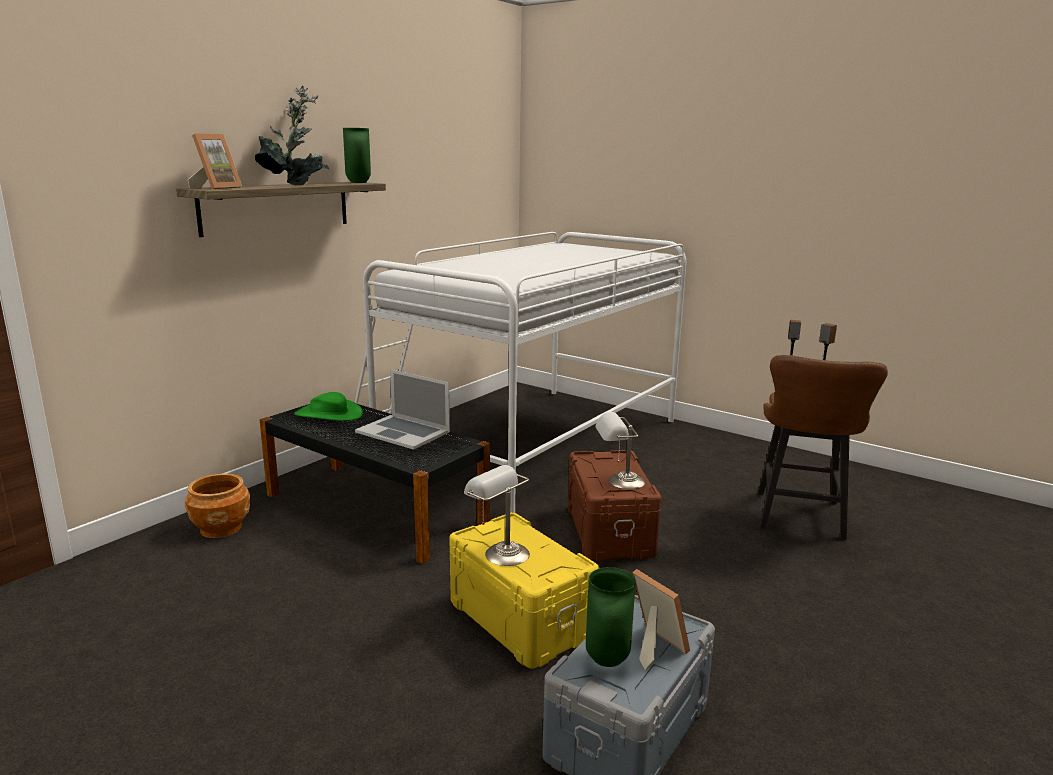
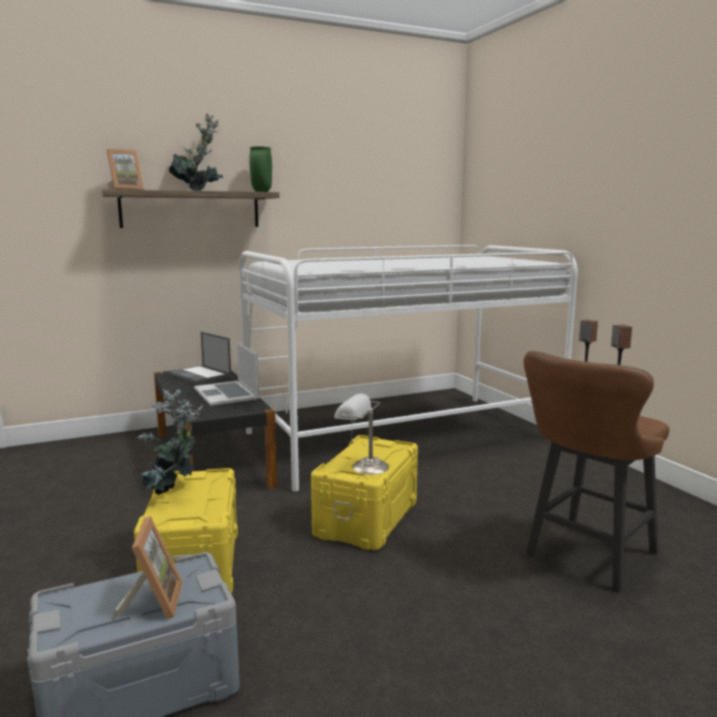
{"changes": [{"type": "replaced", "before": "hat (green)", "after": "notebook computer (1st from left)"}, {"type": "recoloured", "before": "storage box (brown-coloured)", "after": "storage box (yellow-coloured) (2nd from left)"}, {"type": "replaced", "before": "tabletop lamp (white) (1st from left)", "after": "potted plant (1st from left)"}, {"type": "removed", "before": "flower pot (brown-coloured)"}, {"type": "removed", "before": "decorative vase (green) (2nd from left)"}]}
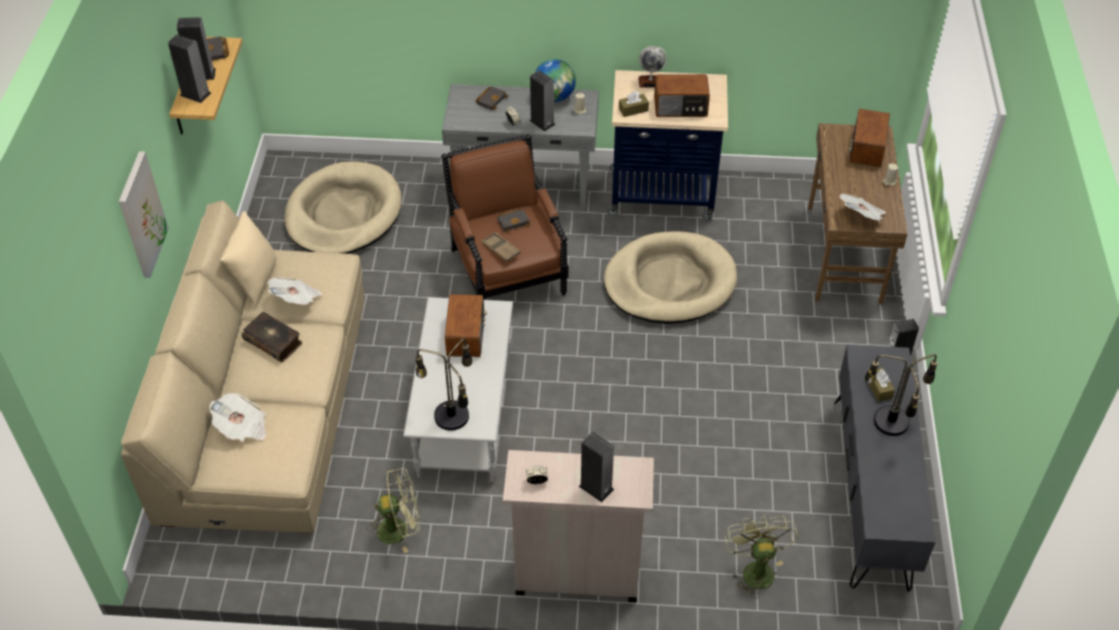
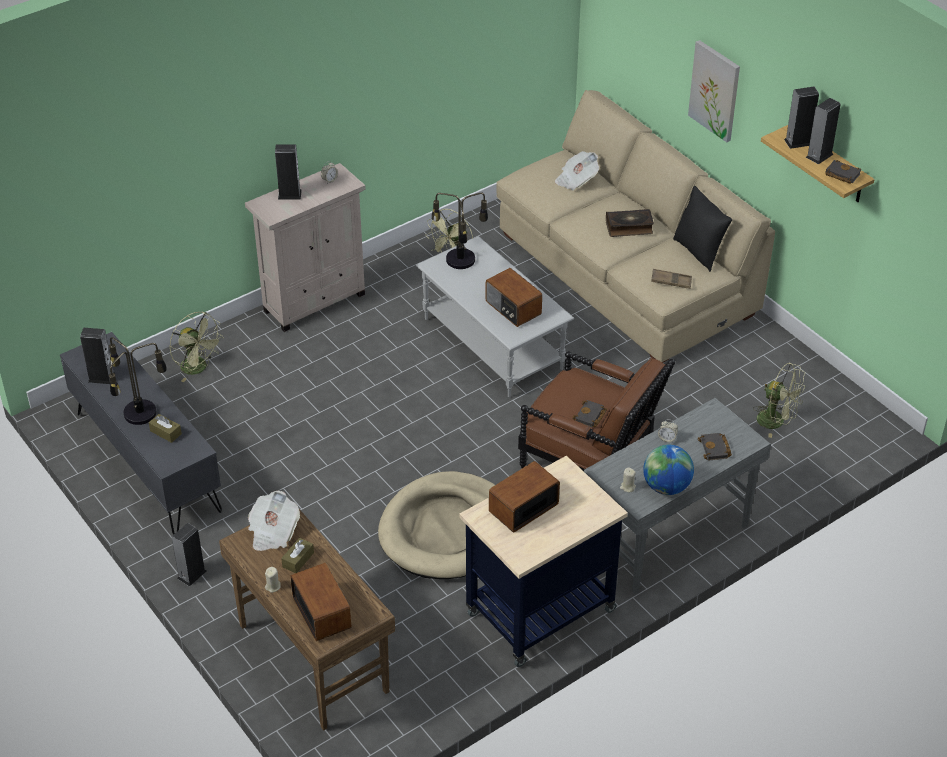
{"changes": [{"type": "removed", "before": "globe (2nd from left)"}, {"type": "moved", "before": "audio speaker (3rd from left in the first image)", "after": "audio speaker (1st from left)"}, {"type": "moved", "before": "box of tissues (brown-coloured) (1st from left in the first image)", "after": "box of tissues (brown-coloured) (2nd from left)"}, {"type": "replaced", "before": "dog bed (sand-coloured) (1st from left)", "after": "electric fan (green) (3rd from left)"}, {"type": "recoloured", "before": "throw pillow (sand-coloured)", "after": "throw pillow (black)"}, {"type": "moved", "before": "carrying tray (brown-coloured)"}, {"type": "removed", "before": "newspaper (2nd from left)"}]}
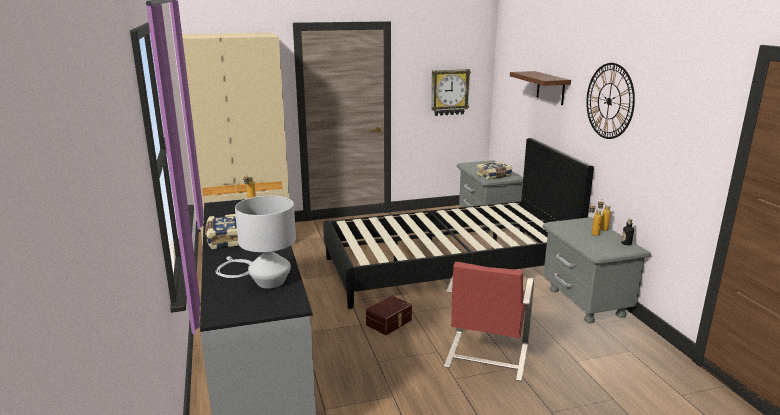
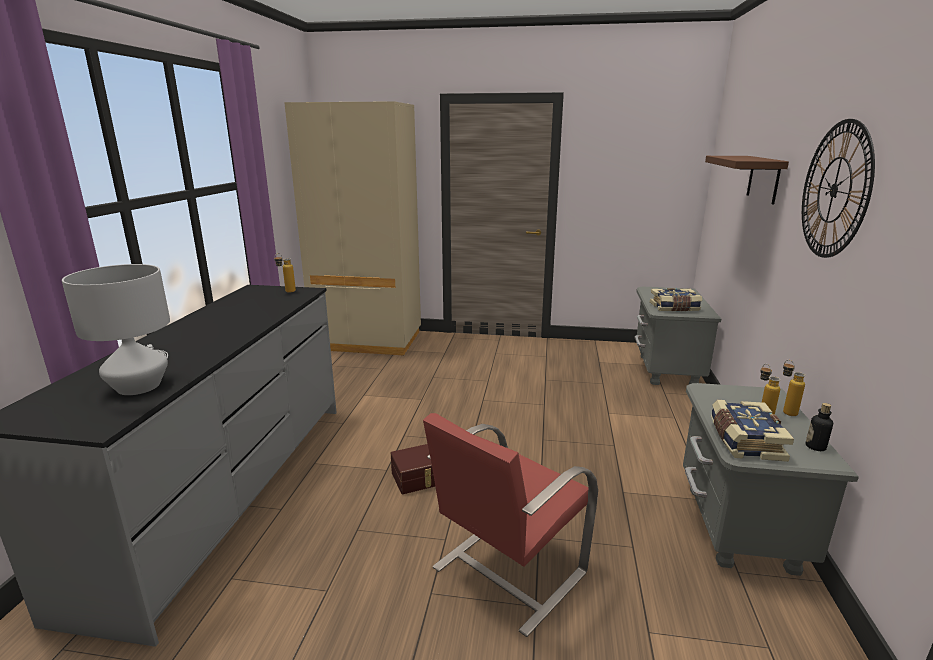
{"changes": [{"type": "removed", "before": "clock on the wall (1st from left)"}, {"type": "removed", "before": "sleeping bed (black)"}, {"type": "moved", "before": "book (1st from left in the first image)", "after": "book (2nd from left)"}]}
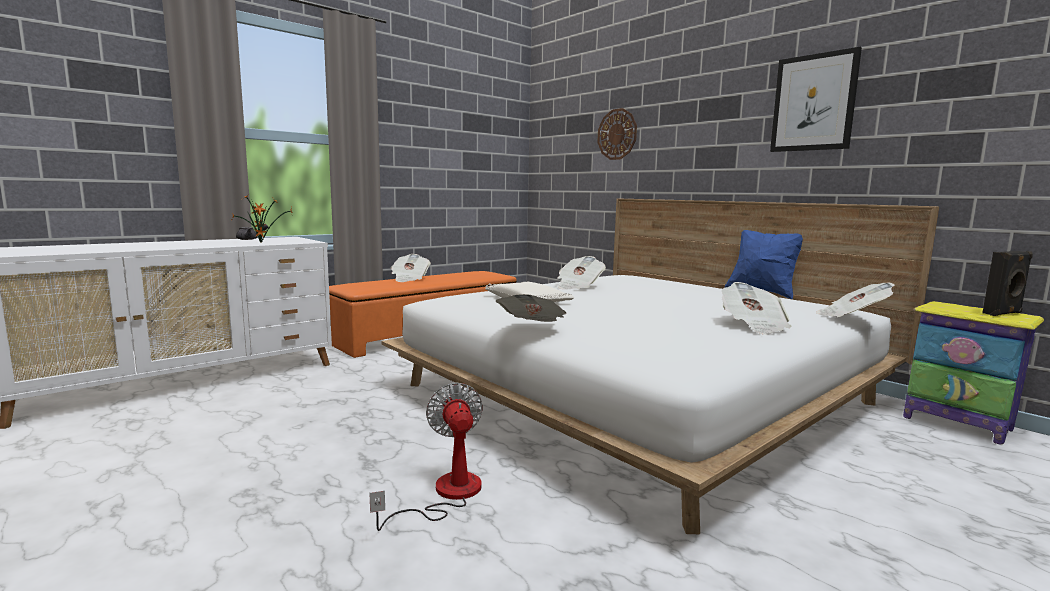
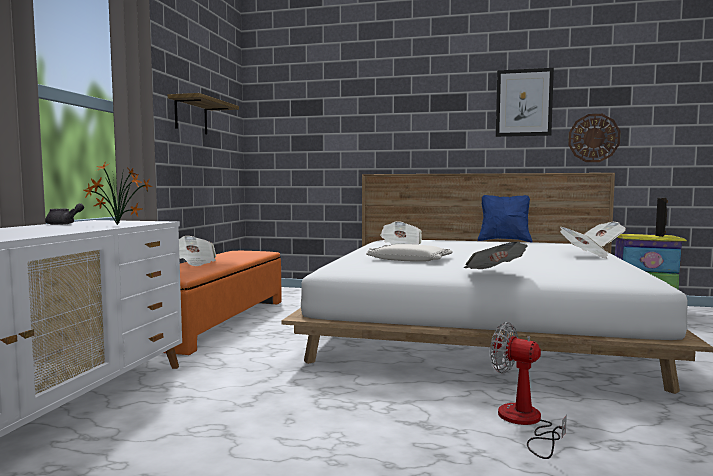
{"changes": [{"type": "moved", "before": "clock on the wall"}, {"type": "added", "after": "shelf"}]}
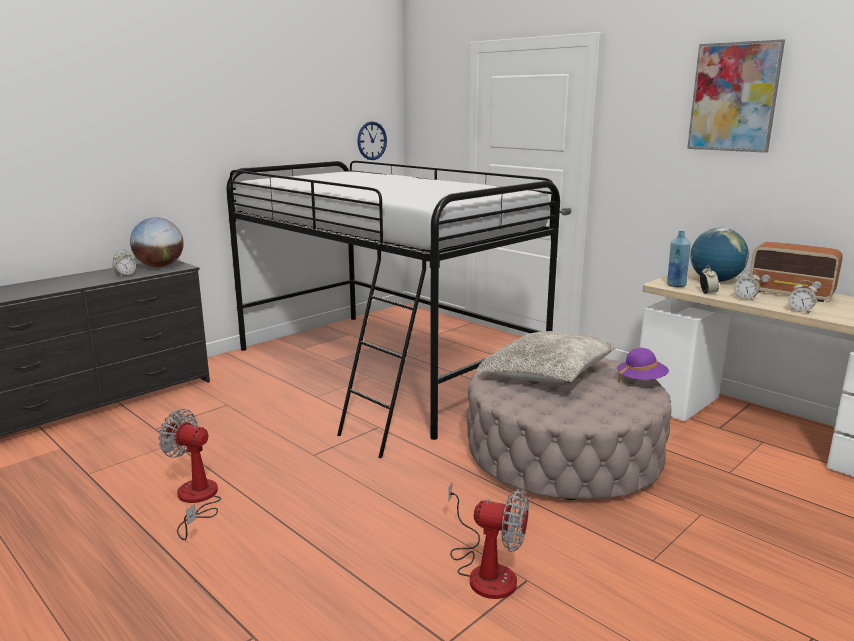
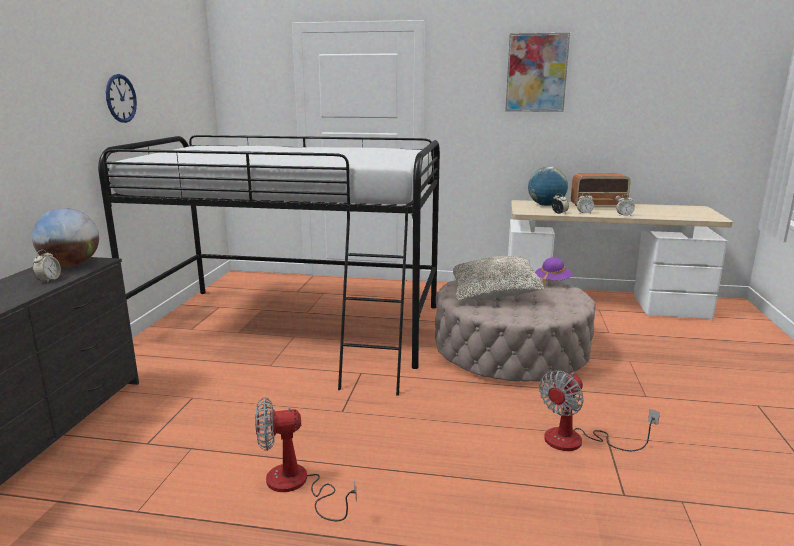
{"changes": [{"type": "moved", "before": "clock on the wall"}, {"type": "removed", "before": "drink bottle (blue-coloured)"}, {"type": "turned", "before": "electric fan (2nd from left)", "turn": 150}]}
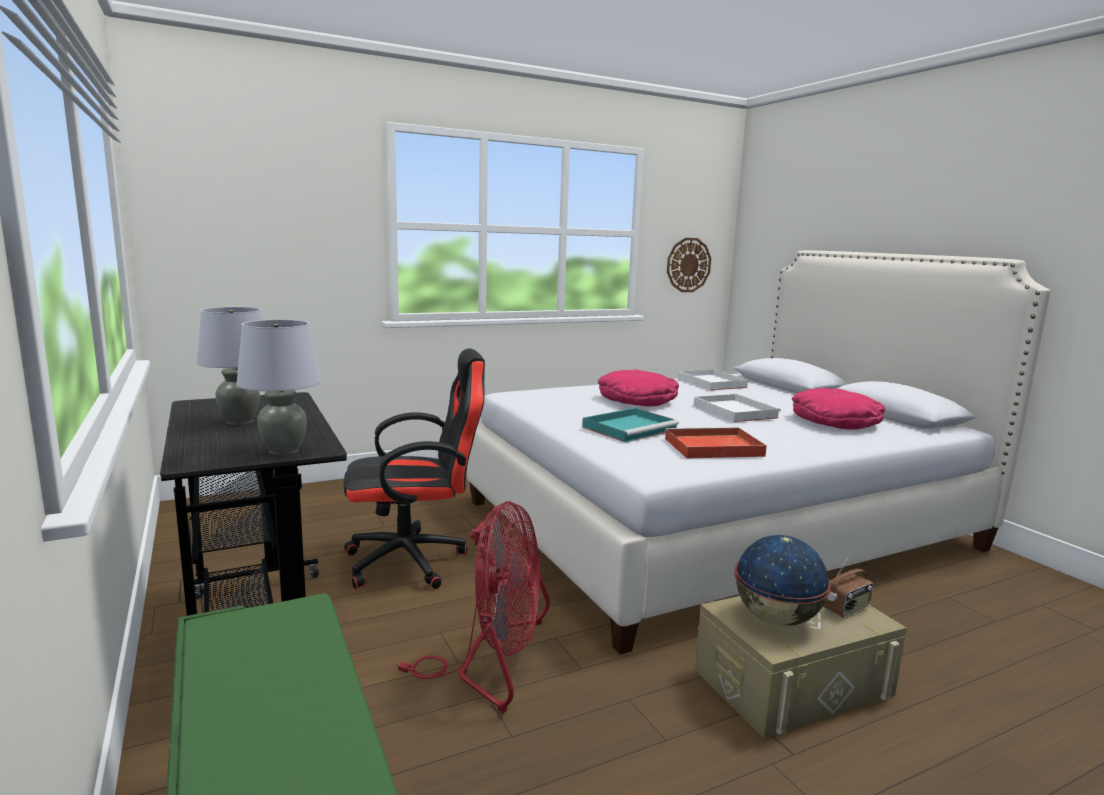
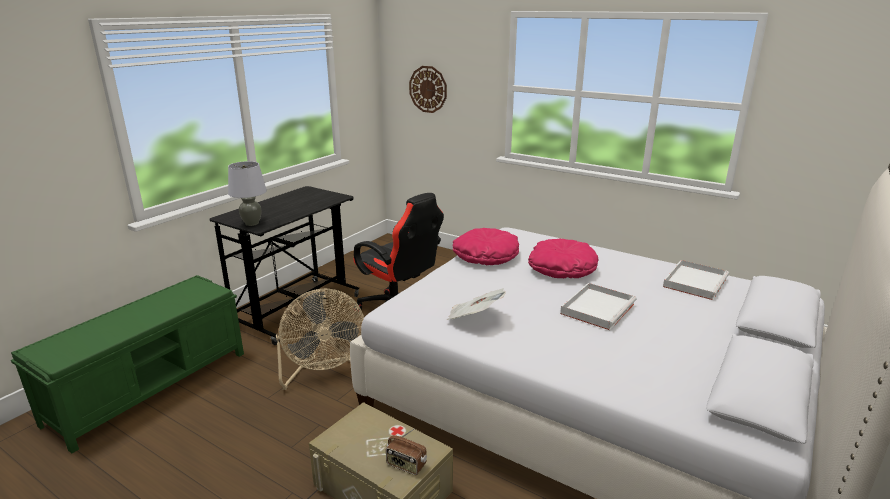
{"changes": [{"type": "moved", "before": "clock on the wall"}, {"type": "removed", "before": "tabletop lamp (greyish) (1st from left)"}, {"type": "moved", "before": "throw pillow (pink-coloured) (2nd from left in the first image)", "after": "throw pillow (pink-coloured) (1st from left)"}, {"type": "removed", "before": "carrying tray (blue-green)"}, {"type": "replaced", "before": "carrying tray (red)", "after": "newspaper"}, {"type": "recoloured", "before": "electric fan (red)", "after": "electric fan (sand-coloured)"}, {"type": "removed", "before": "globe"}]}
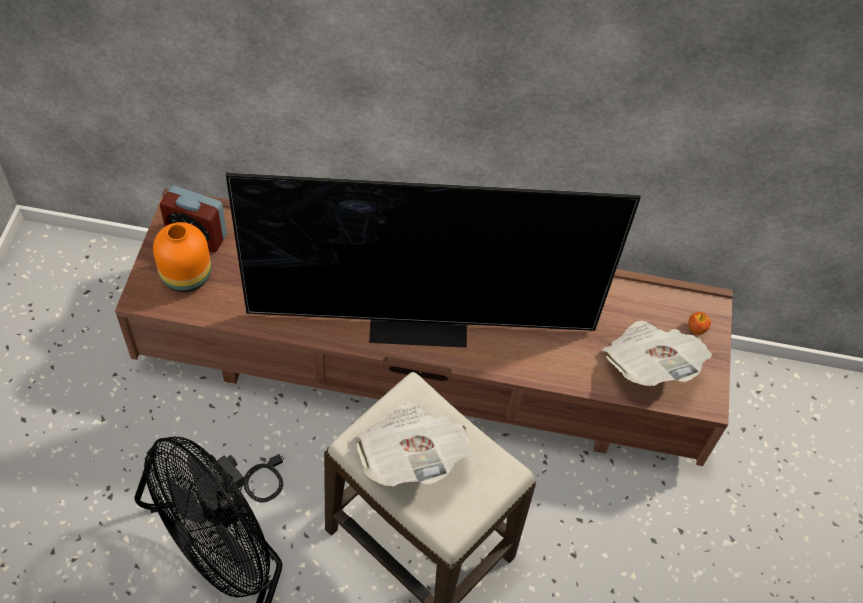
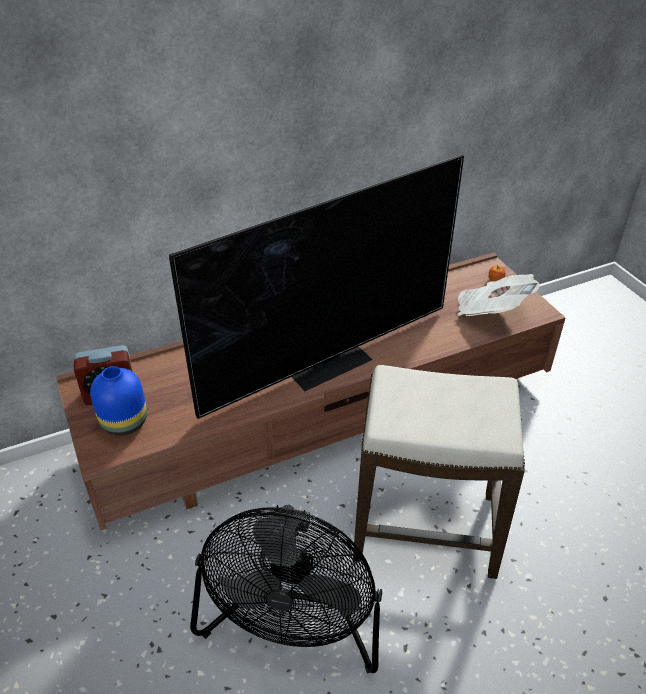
{"changes": [{"type": "recoloured", "before": "decorative vase (orangey)", "after": "decorative vase (blue-coloured)"}, {"type": "removed", "before": "newspaper (1st from left)"}]}
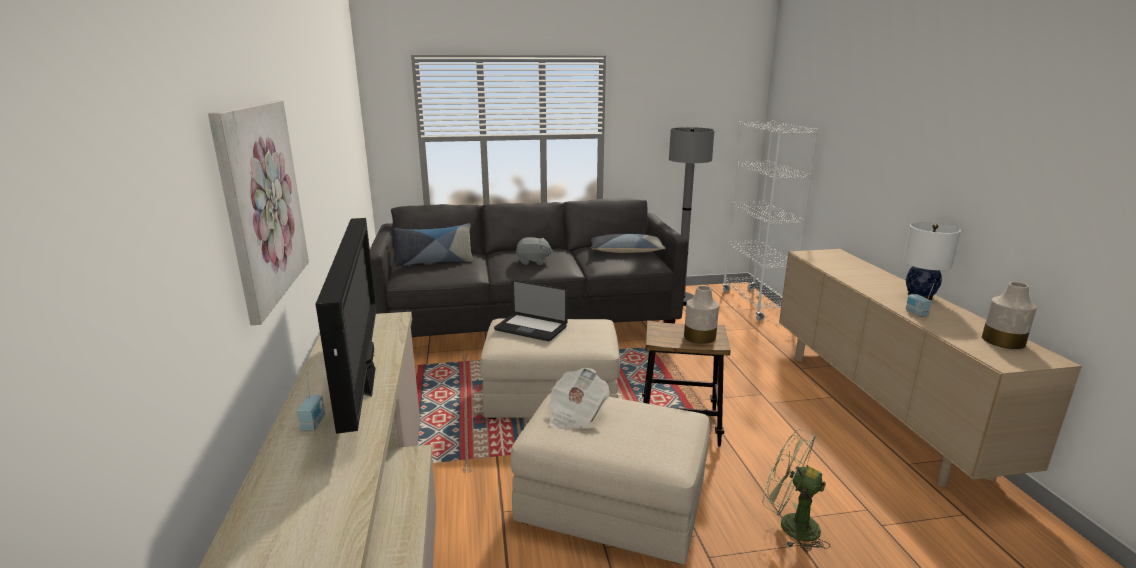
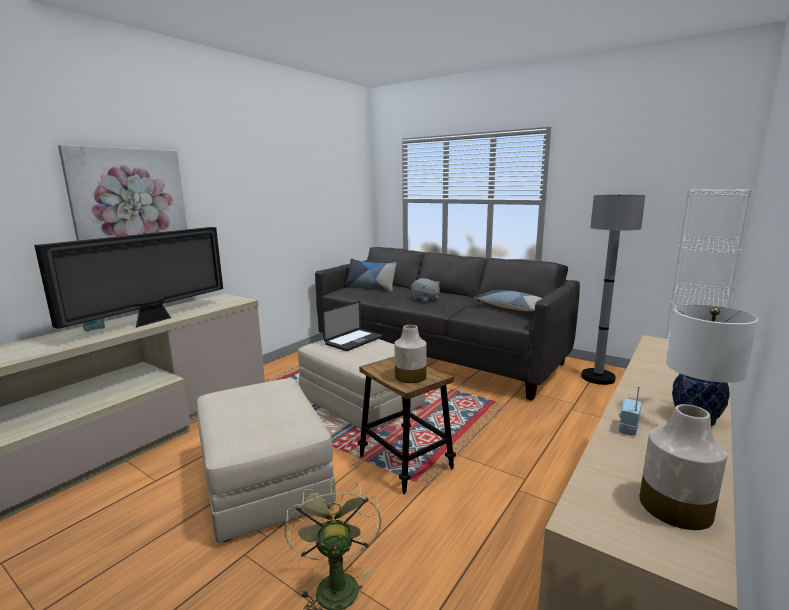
{"changes": [{"type": "turned", "before": "notebook computer", "turn": -120}, {"type": "removed", "before": "newspaper"}]}
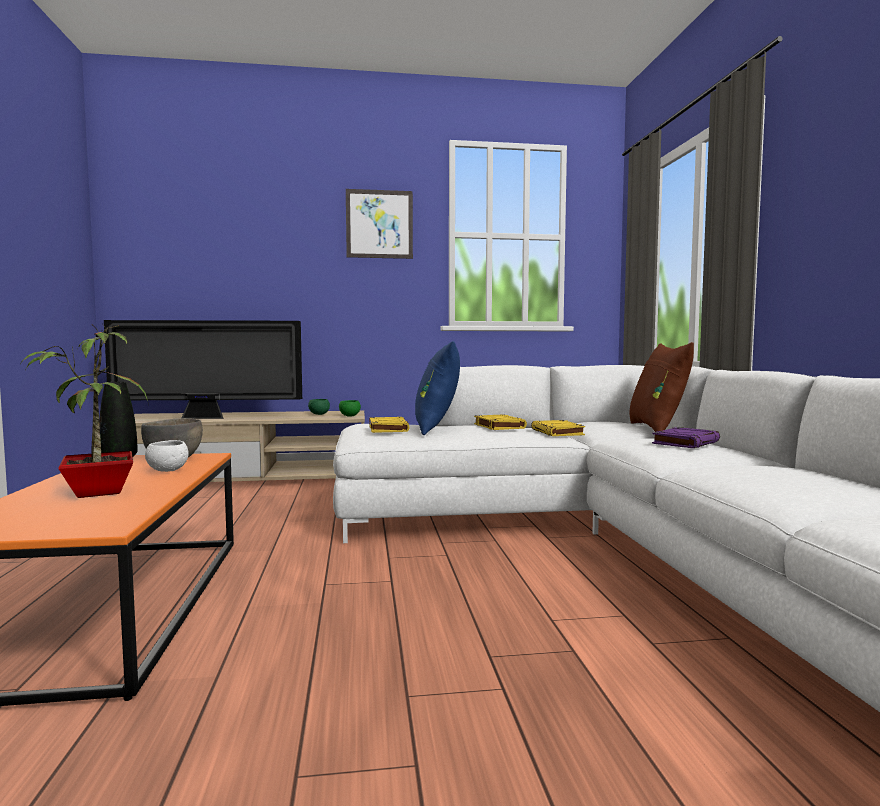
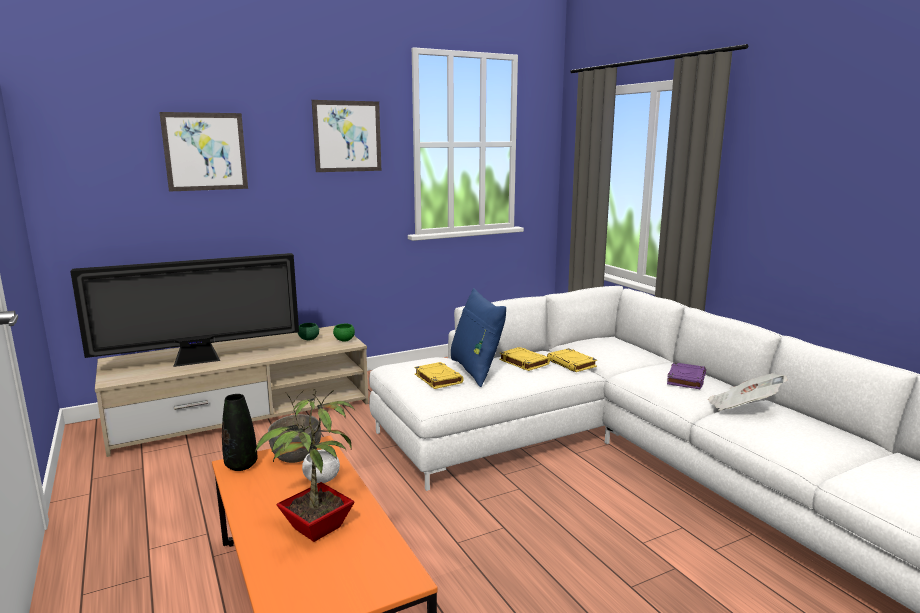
{"changes": [{"type": "removed", "before": "throw pillow (brown-coloured)"}, {"type": "added", "after": "wall picture (1st from left)"}, {"type": "added", "after": "newspaper"}]}
